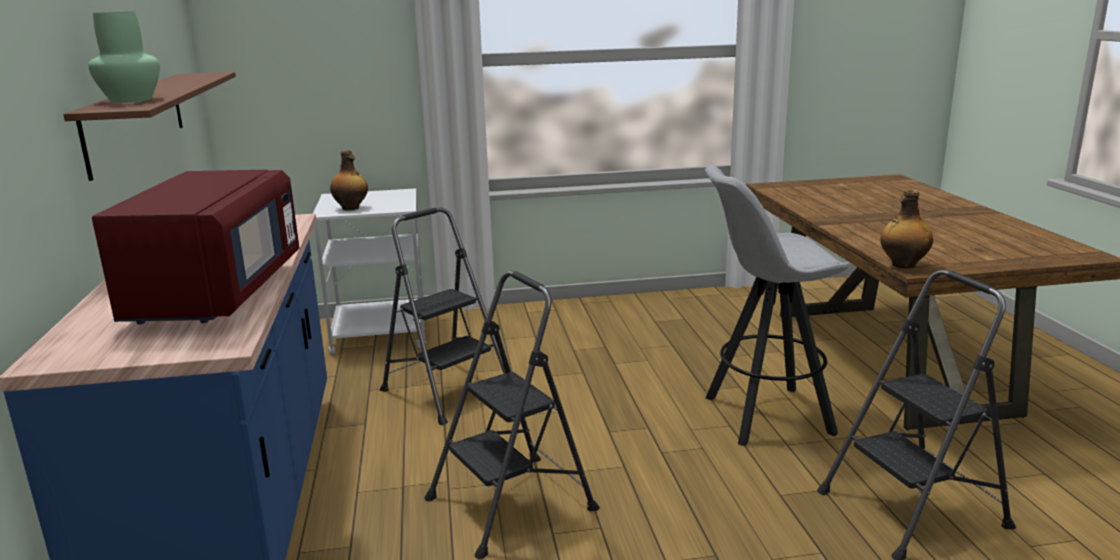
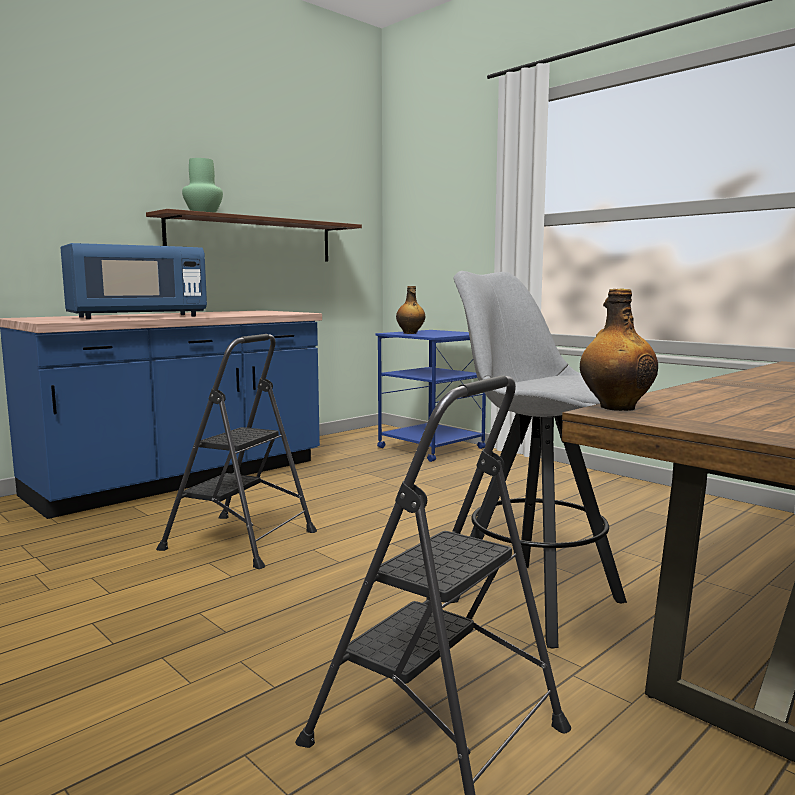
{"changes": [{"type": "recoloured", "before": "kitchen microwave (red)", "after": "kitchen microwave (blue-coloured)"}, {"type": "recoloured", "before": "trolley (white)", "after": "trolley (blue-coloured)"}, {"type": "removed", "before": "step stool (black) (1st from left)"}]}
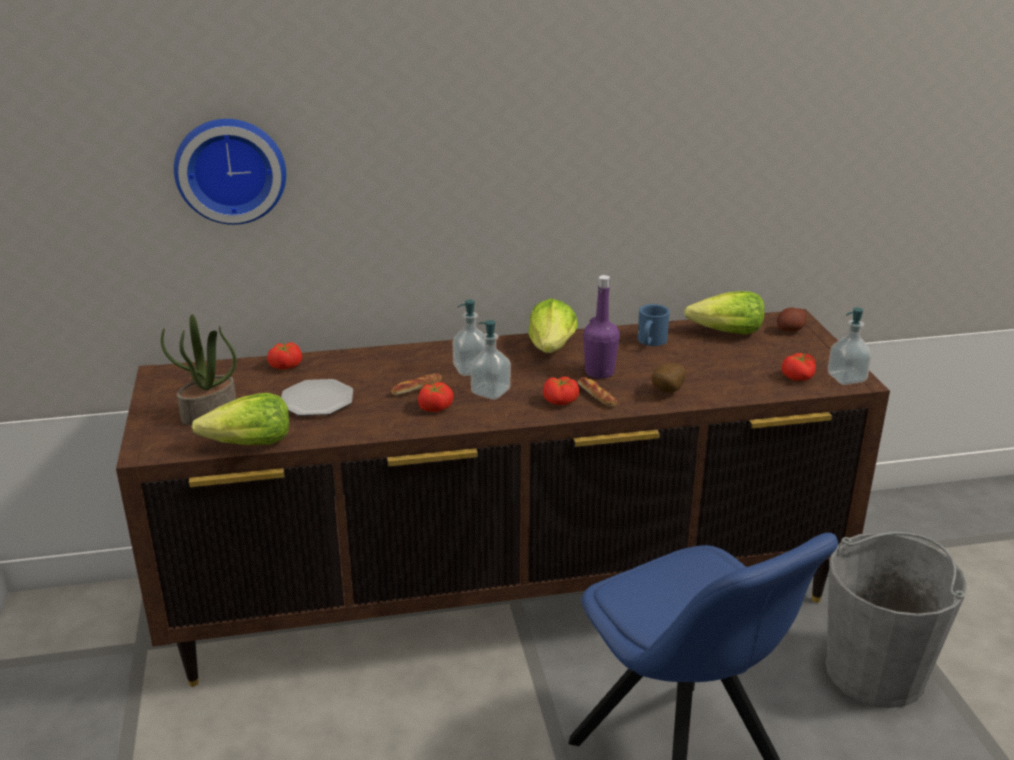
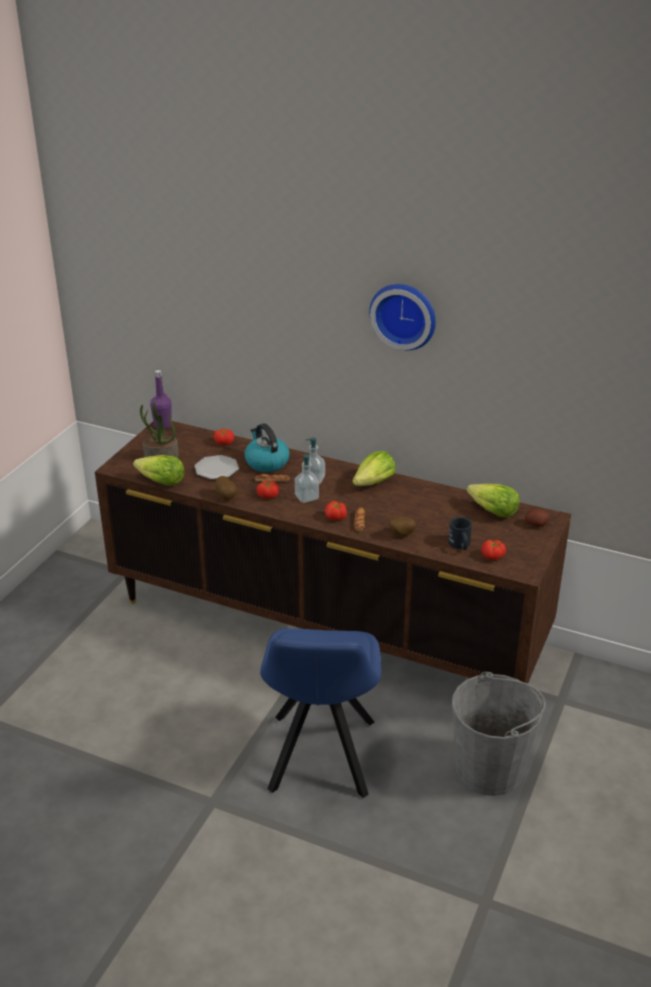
{"changes": [{"type": "moved", "before": "clock on the wall"}, {"type": "moved", "before": "drink bottle (purple)"}, {"type": "removed", "before": "mug (blue-coloured)"}, {"type": "removed", "before": "liquid soap bottle (3rd from left)"}, {"type": "added", "after": "tea kettle"}, {"type": "added", "after": "whole potato (1st from left)"}, {"type": "added", "after": "mug (black)"}]}
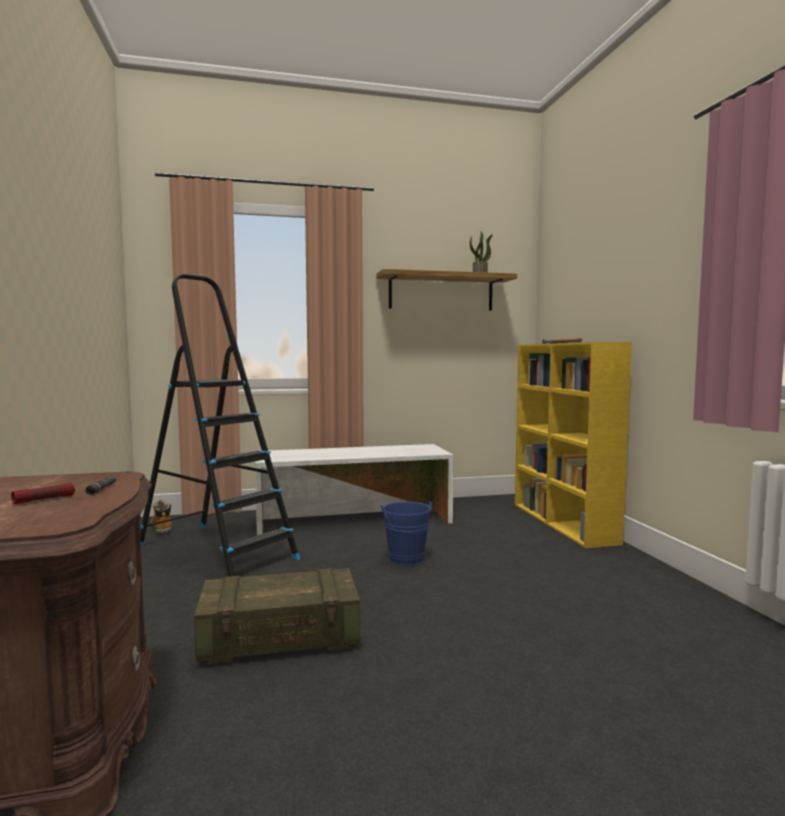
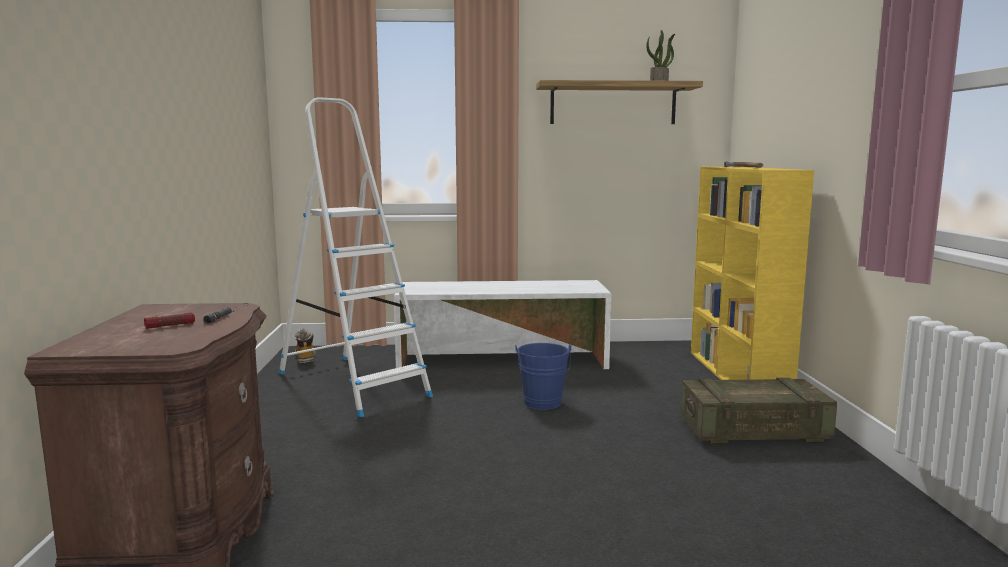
{"changes": [{"type": "recoloured", "before": "step stool (black)", "after": "step stool (white)"}, {"type": "moved", "before": "packing crate"}]}
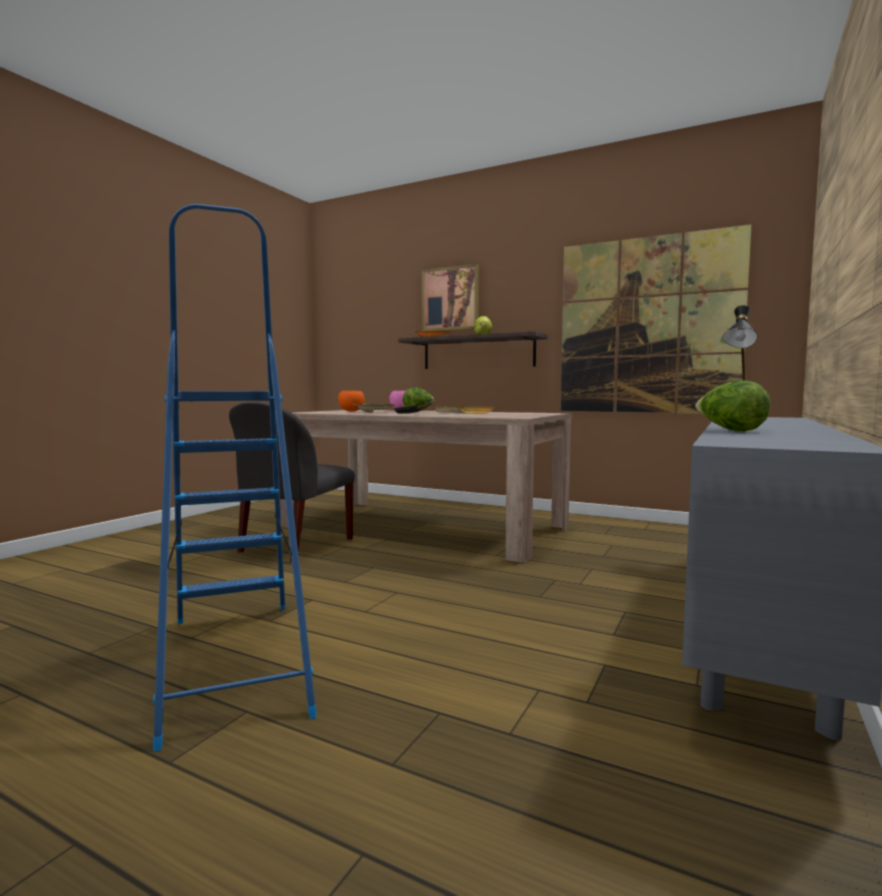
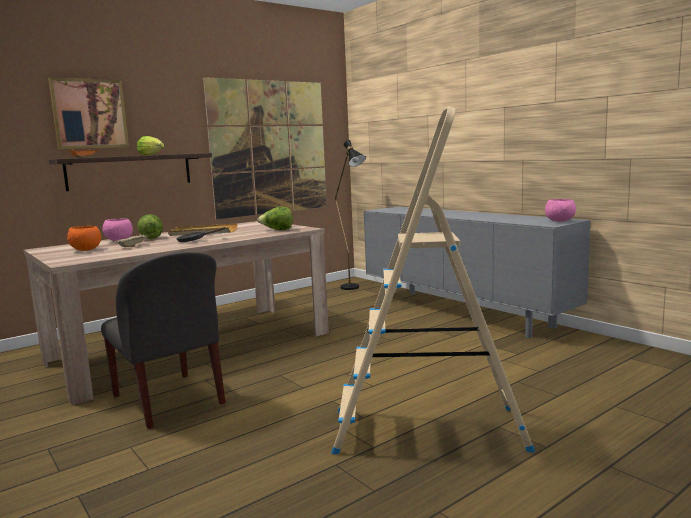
{"changes": [{"type": "recoloured", "before": "step stool (blue-coloured)", "after": "step stool (sand-coloured)"}, {"type": "moved", "before": "head of lettuce (3rd from left)"}, {"type": "added", "after": "serving bowl (pink-coloured) (2nd from left)"}]}
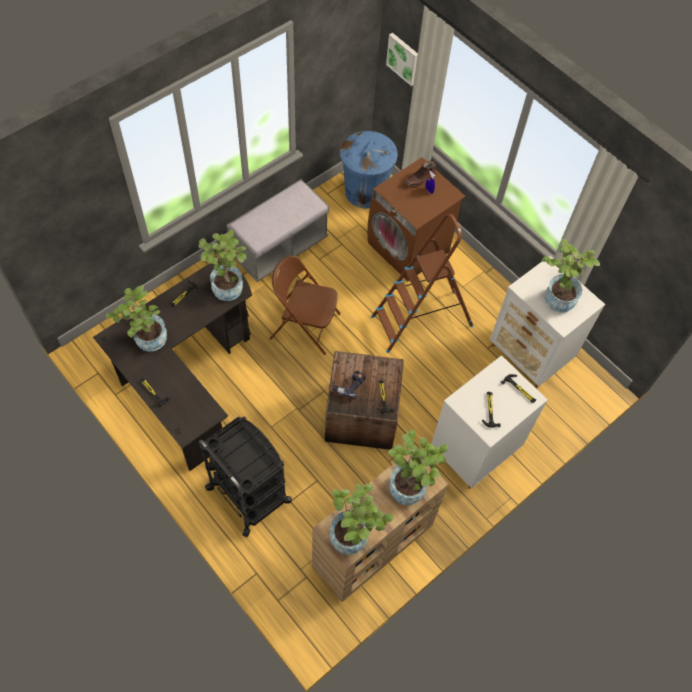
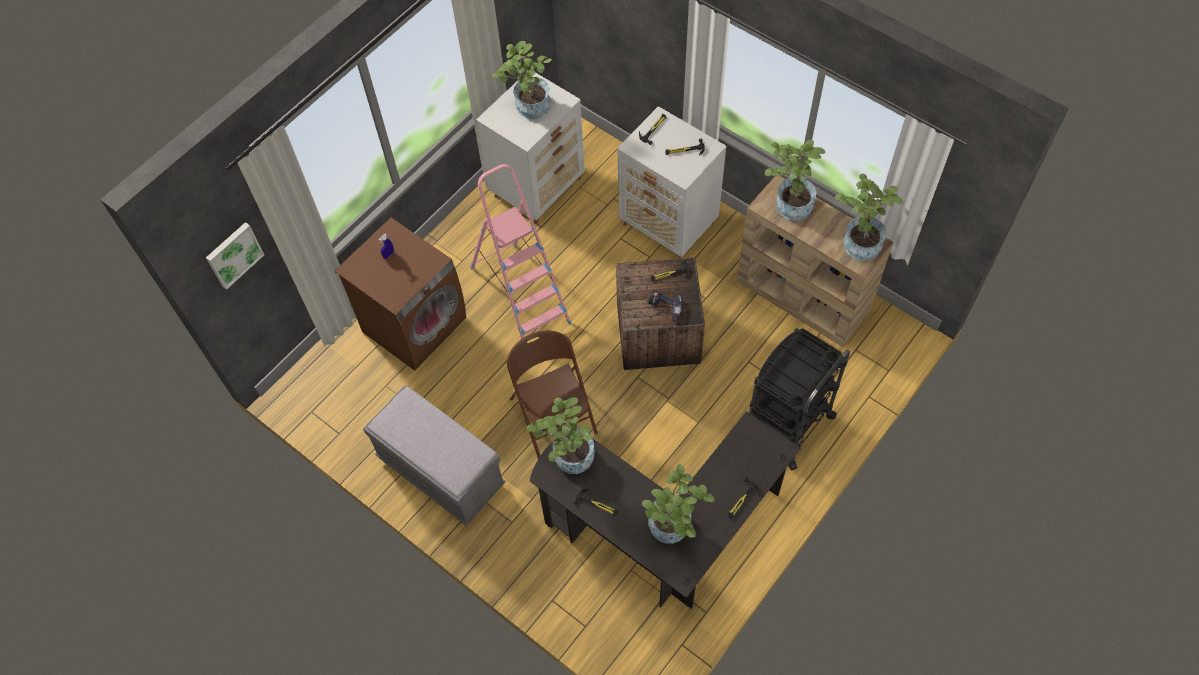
{"changes": [{"type": "removed", "before": "waste bin (blue-coloured)"}, {"type": "removed", "before": "boot (brown-coloured)"}, {"type": "recoloured", "before": "step stool (brown-coloured)", "after": "step stool (pink-coloured)"}, {"type": "turned", "before": "upright chair (brown-coloured)", "turn": 150}]}
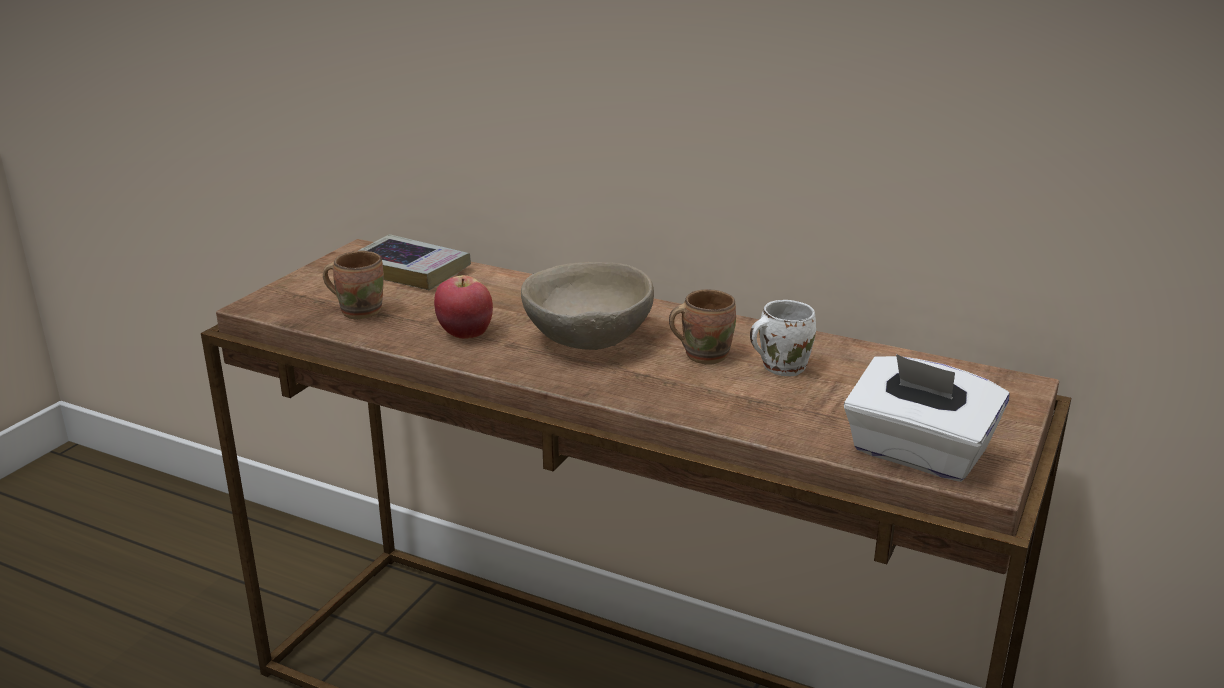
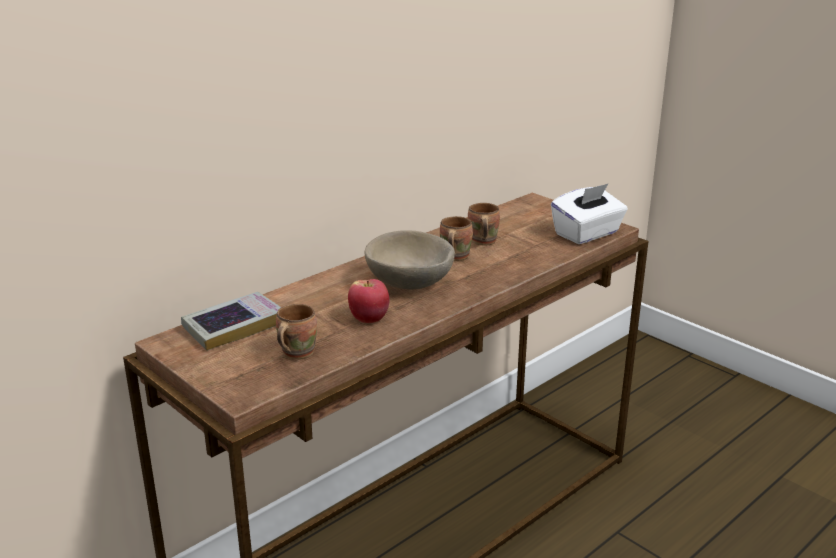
{"changes": [{"type": "recoloured", "before": "mug (white)", "after": "mug (brown-coloured) (3rd from left)"}]}
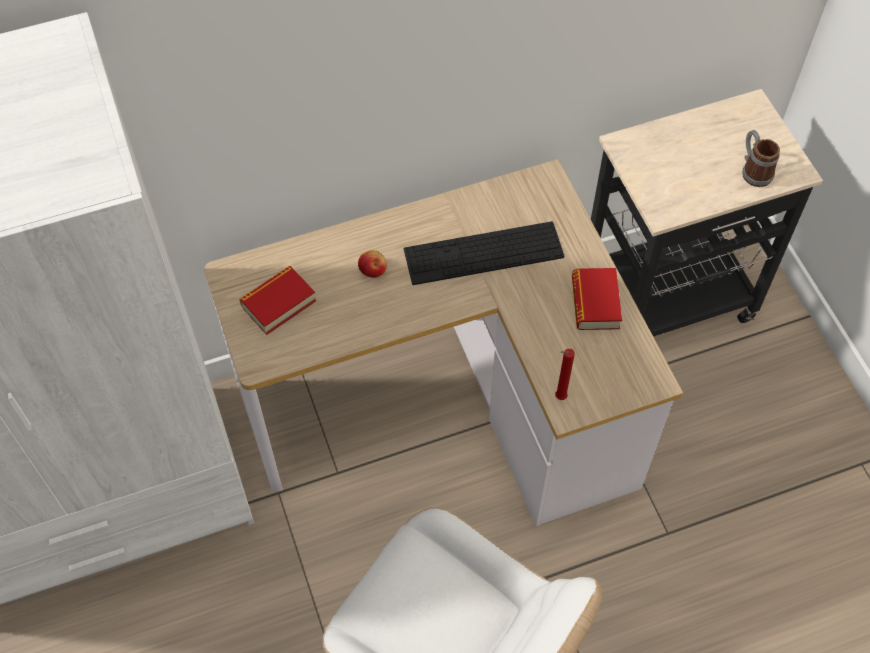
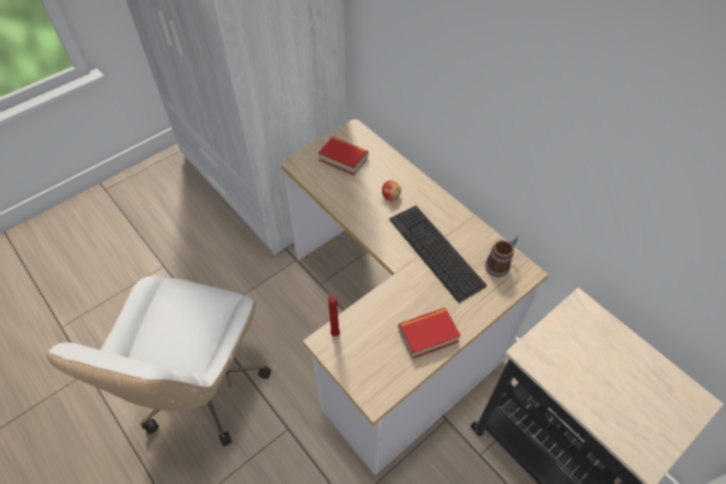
{"changes": [{"type": "moved", "before": "mug"}]}
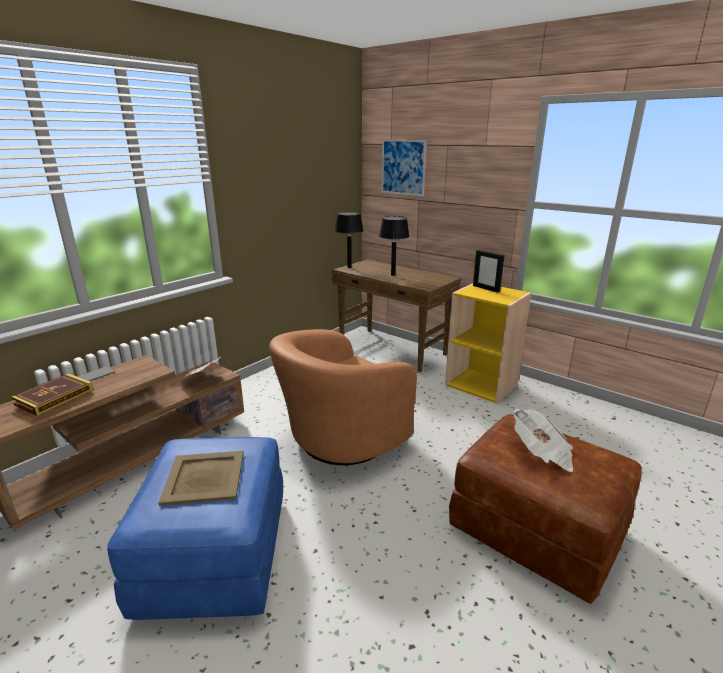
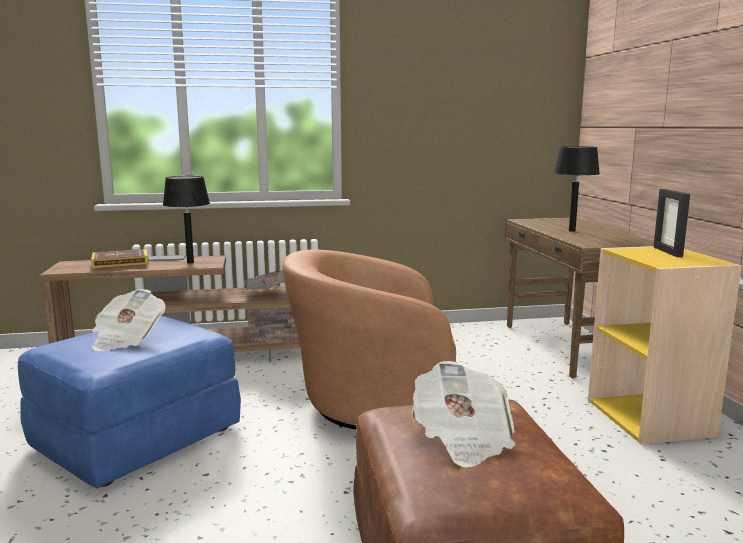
{"changes": [{"type": "removed", "before": "wall picture"}, {"type": "moved", "before": "tabletop lamp (black) (1st from left)"}, {"type": "replaced", "before": "carrying tray (sand-coloured)", "after": "newspaper (1st from left)"}]}
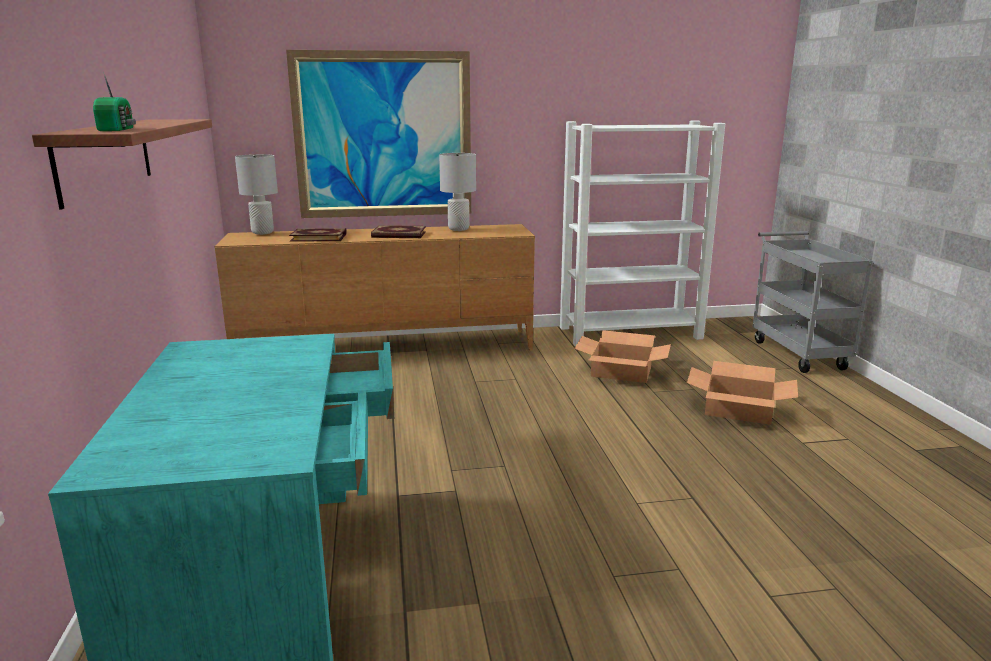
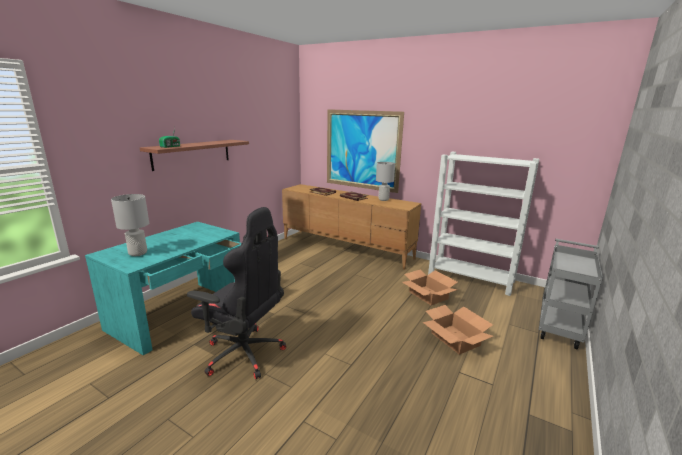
{"changes": [{"type": "moved", "before": "tabletop lamp (greyish) (1st from left)"}, {"type": "added", "after": "computer chair (black)"}]}
